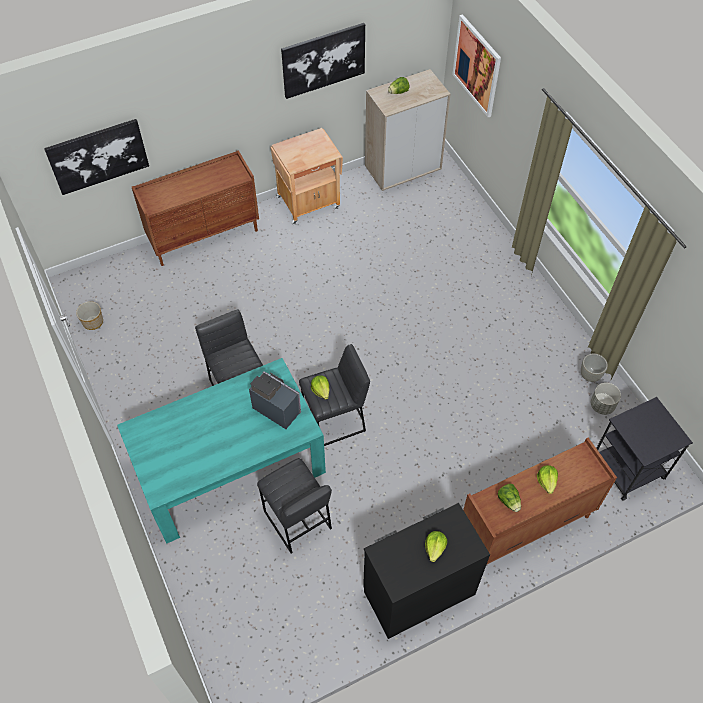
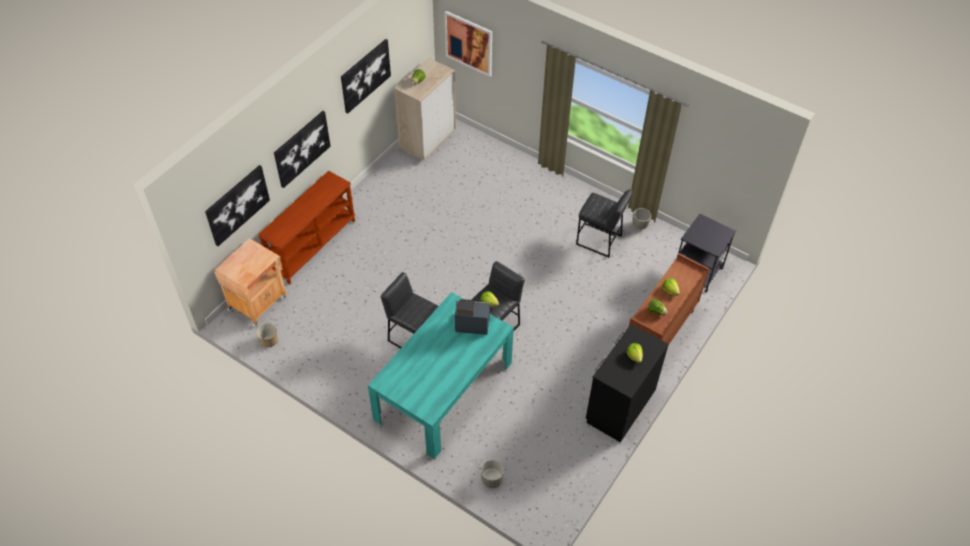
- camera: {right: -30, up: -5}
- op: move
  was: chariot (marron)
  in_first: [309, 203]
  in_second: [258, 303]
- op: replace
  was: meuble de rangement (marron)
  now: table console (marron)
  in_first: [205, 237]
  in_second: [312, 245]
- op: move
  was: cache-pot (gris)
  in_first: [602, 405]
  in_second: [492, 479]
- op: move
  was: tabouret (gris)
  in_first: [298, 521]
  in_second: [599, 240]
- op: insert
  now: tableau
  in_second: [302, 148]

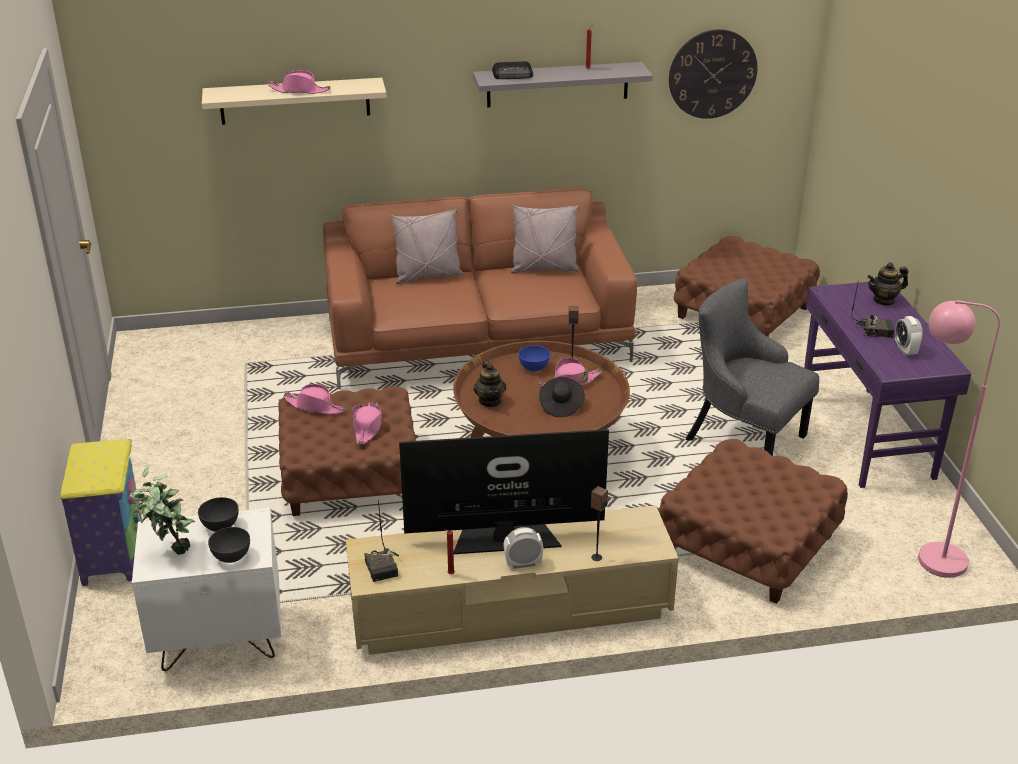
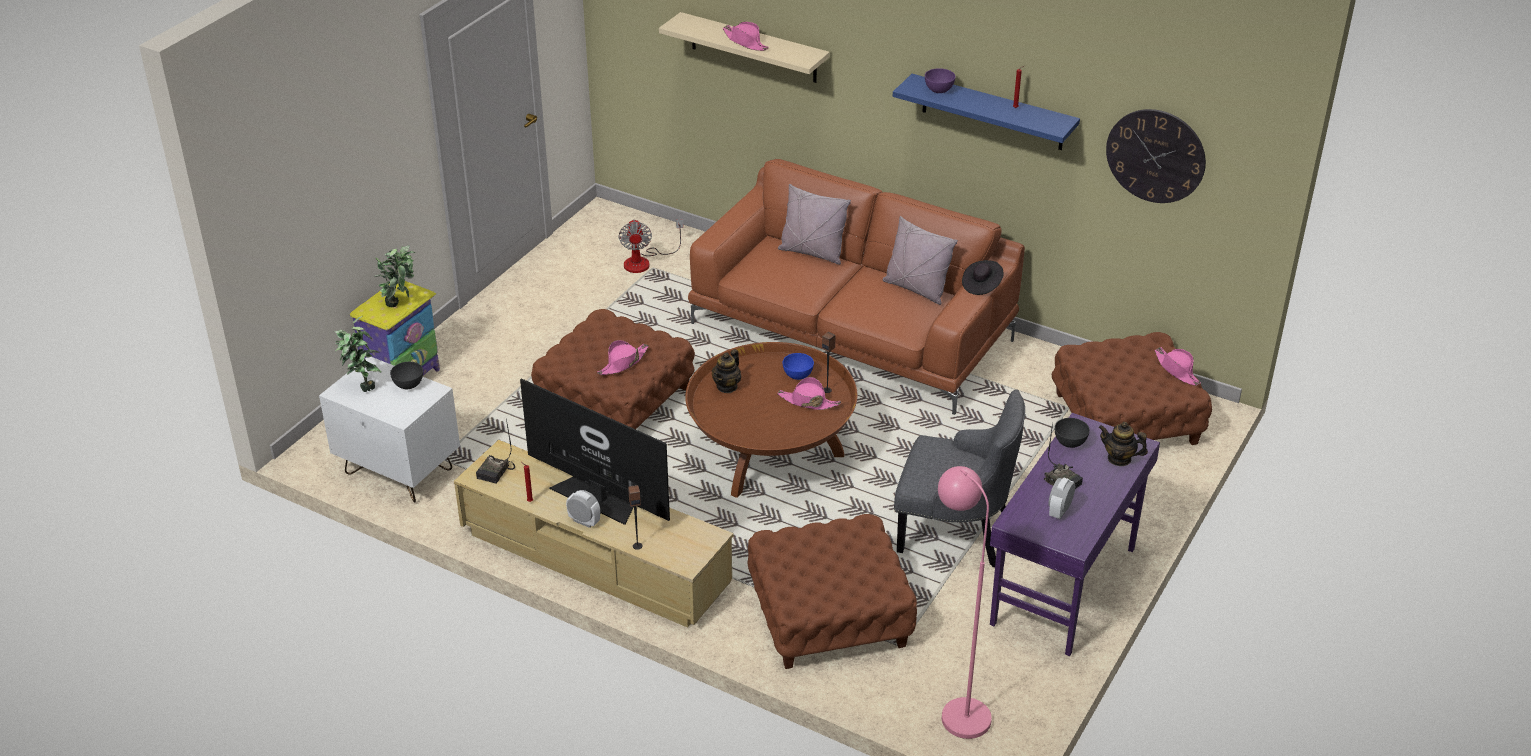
- camera: {right: 40, up: 5}
- op: replace
  was: radio
  now: bol (violet)
  in_first: [513, 75]
  in_second: [939, 90]
- op: recolor
  was: étagère (gris)
  now: étagère (bleu)
  in_first: [557, 84]
  in_second: [992, 112]
- op: rotate
  was: fauteuil (gris)
  in_first: [746, 441]
  in_second: [952, 533]
  clockwise: 120
- op: move
  was: chapeau (noir)
  in_first: [561, 406]
  in_second: [981, 285]
- op: move
  was: chapeau (rose)
  in_first: [315, 406]
  in_second: [1177, 370]
- op: move
  was: bol (gris)
  in_first: [231, 556]
  in_second: [1070, 442]
- op: insert
  now: ventilateur
  in_second: [644, 261]
- op: insert
  now: plante en pot
  in_second: [400, 303]

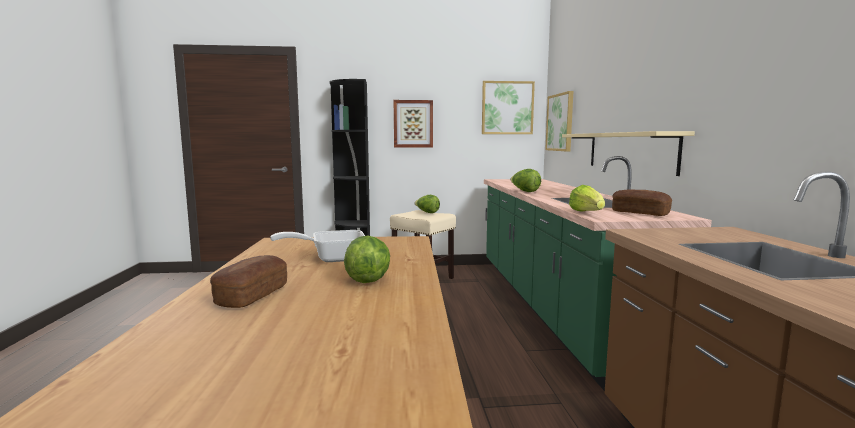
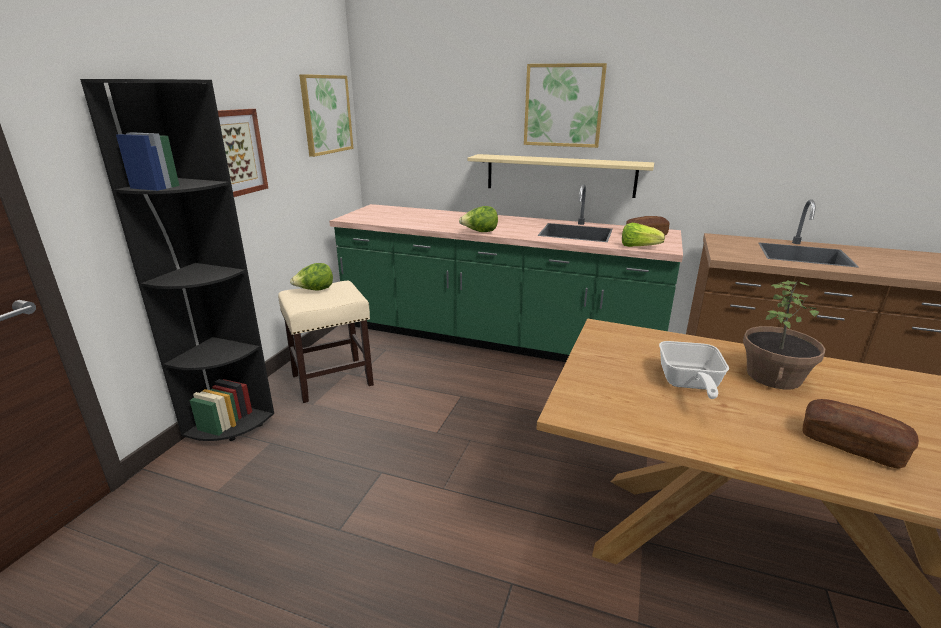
- camera: {right: -65, up: 15}
- op: move
  was: tableau
  in_first: [560, 122]
  in_second: [563, 105]
- op: replace
  was: laitue
  now: plante en pot
  in_first: [368, 278]
  in_second: [774, 376]

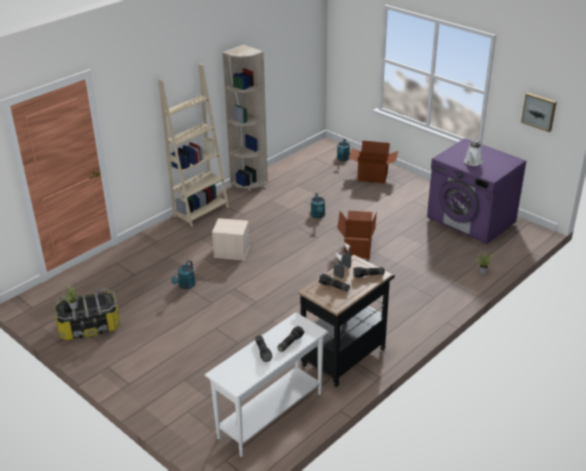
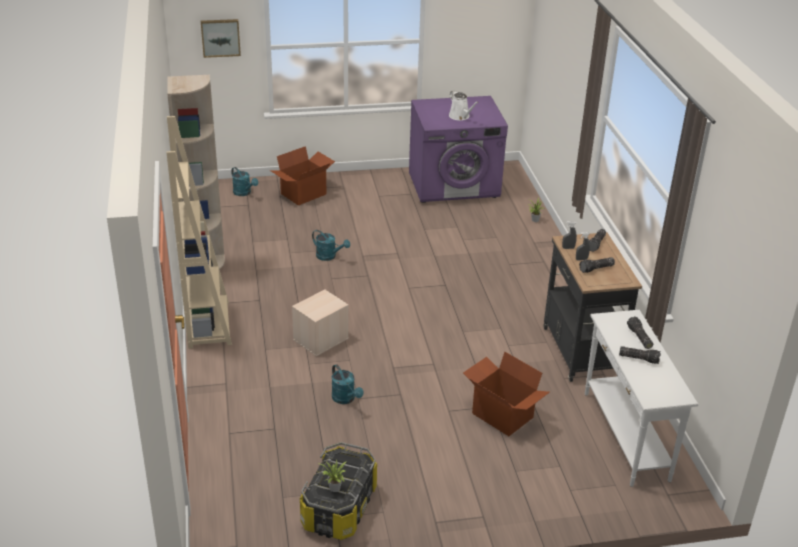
- camera: {right: -55, up: 0}
- op: move
  was: tableau
  in_first: [539, 111]
  in_second: [220, 37]
- op: move
  was: carton
  in_first: [356, 249]
  in_second: [501, 416]

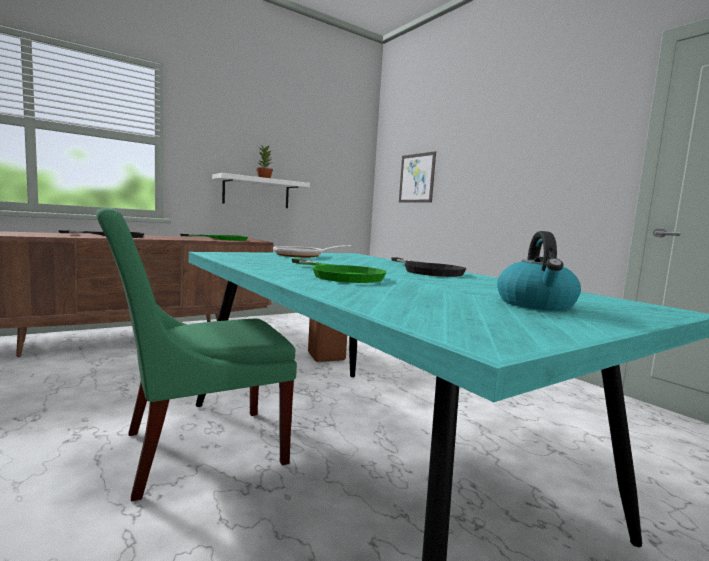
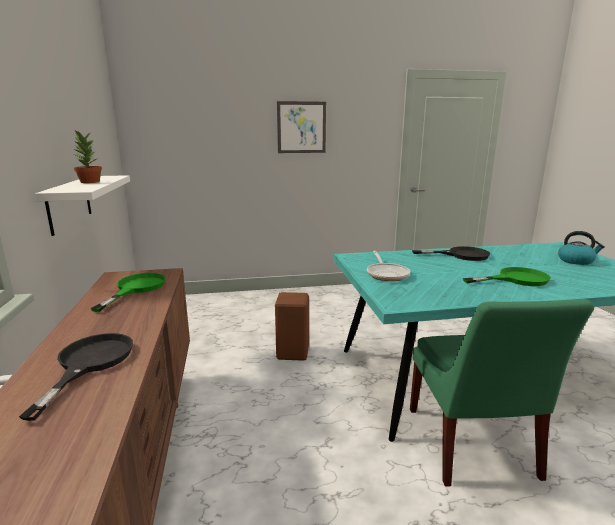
- camera: {right: -65, up: 10}
- op: move
  was: tableau
  in_first: [416, 178]
  in_second: [301, 127]

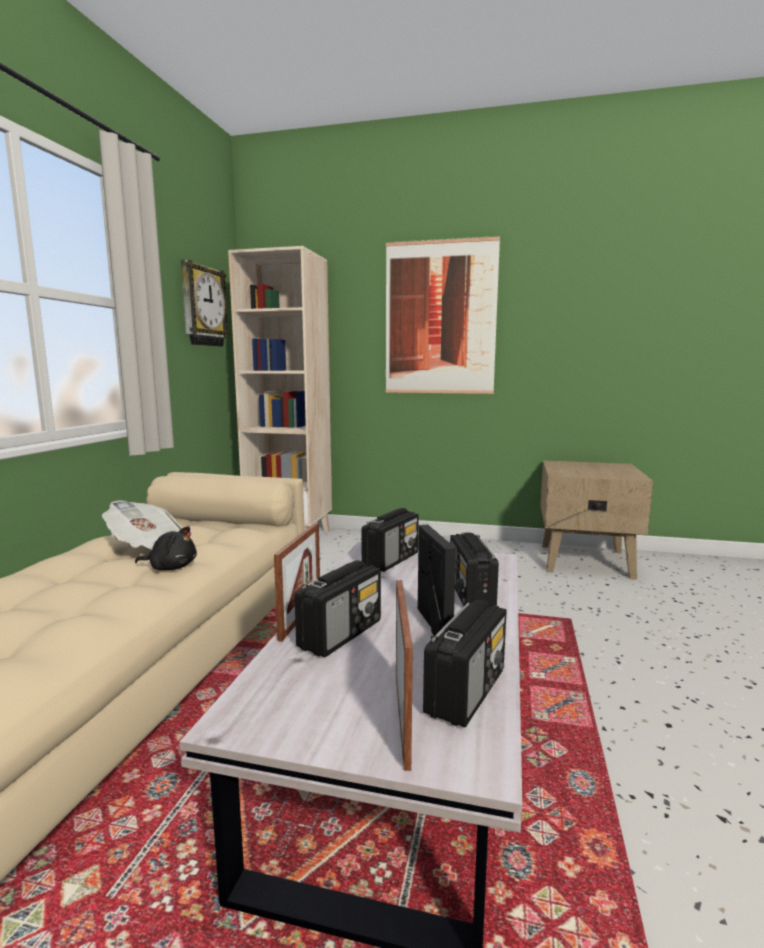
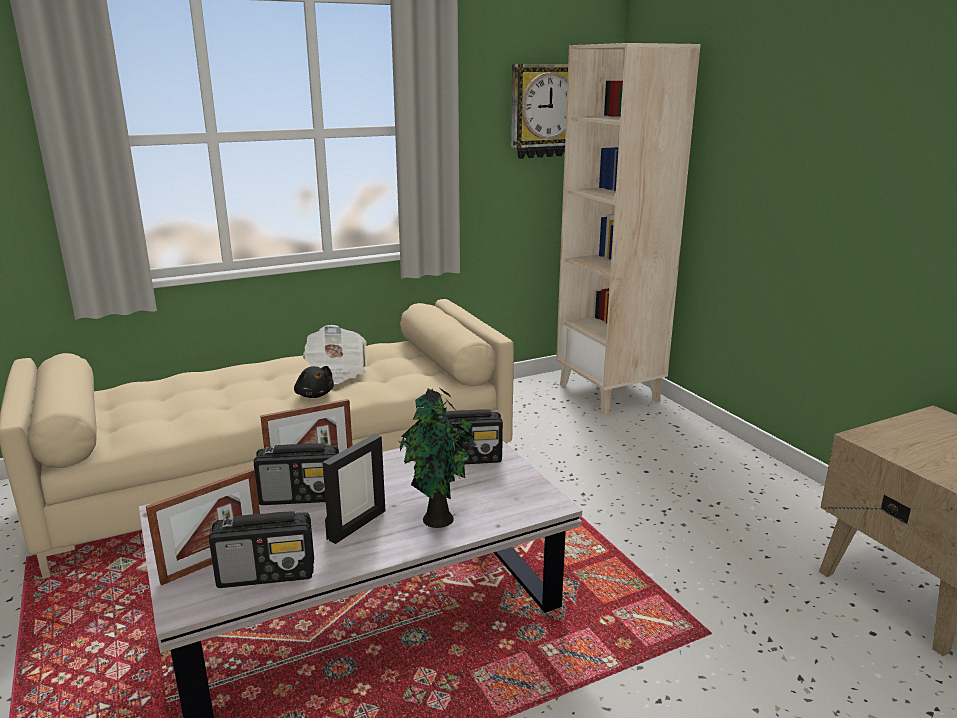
- camera: {right: 50, up: 10}
- op: delete
  was: tableau
  in_first: [440, 318]
- op: replace
  was: radio
  now: plante en pot
  in_first: [471, 594]
  in_second: [439, 520]

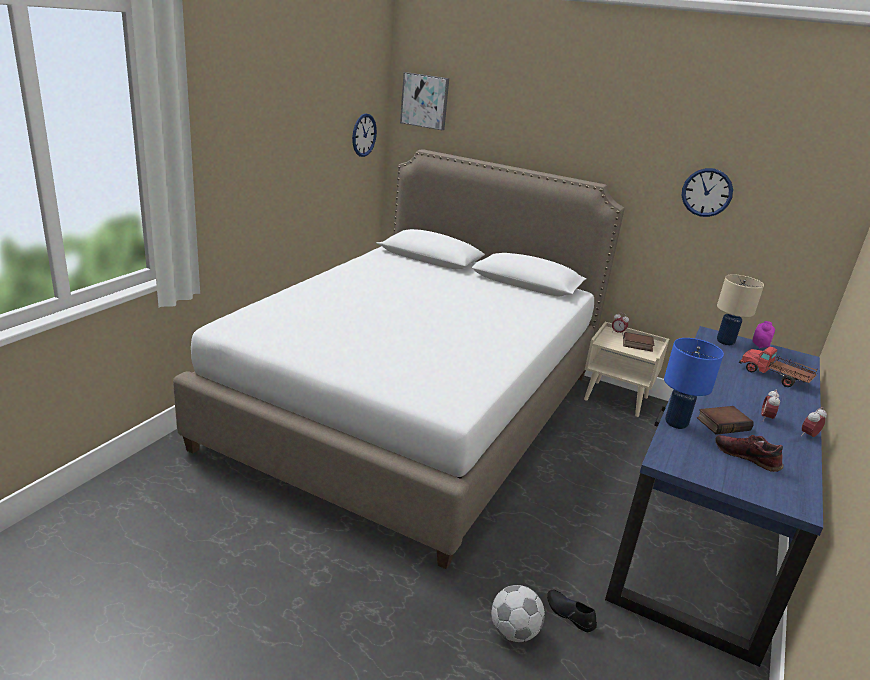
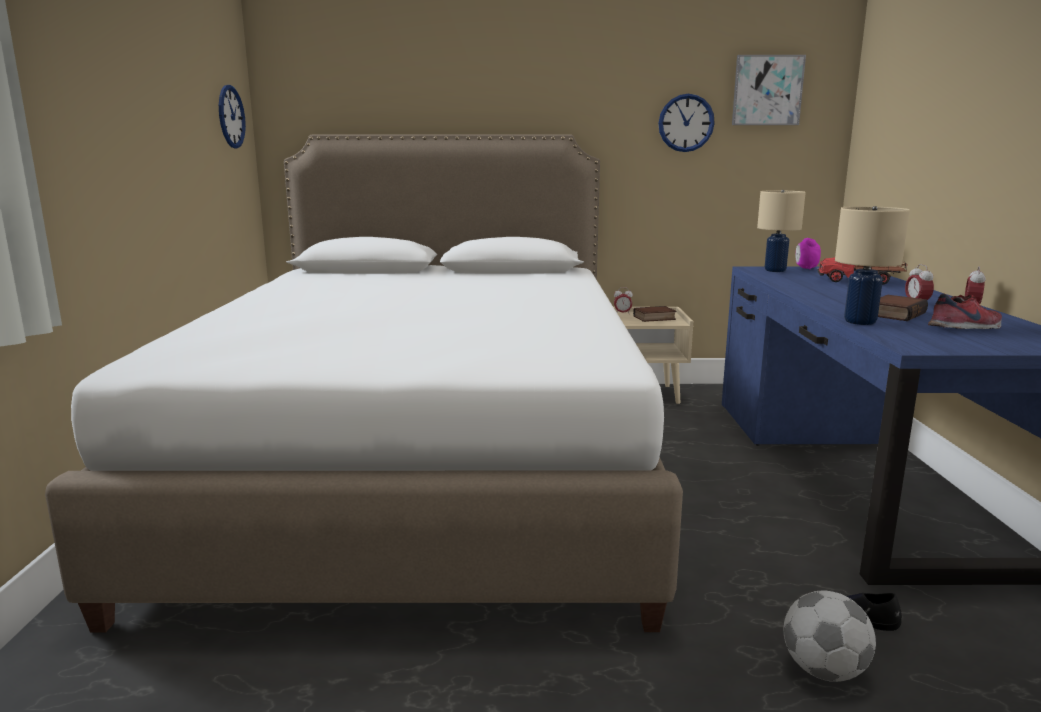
- camera: {right: -25, up: -10}
- op: move
  was: tableau
  in_first: [425, 101]
  in_second: [767, 90]
- op: recolor
  was: lampe de table (bleu)
  now: lampe de table (beige)
  in_first: [674, 423]
  in_second: [858, 322]
- op: rotate
  was: chaussure
  in_first: [747, 457]
  in_second: [966, 328]
  clockwise: 150

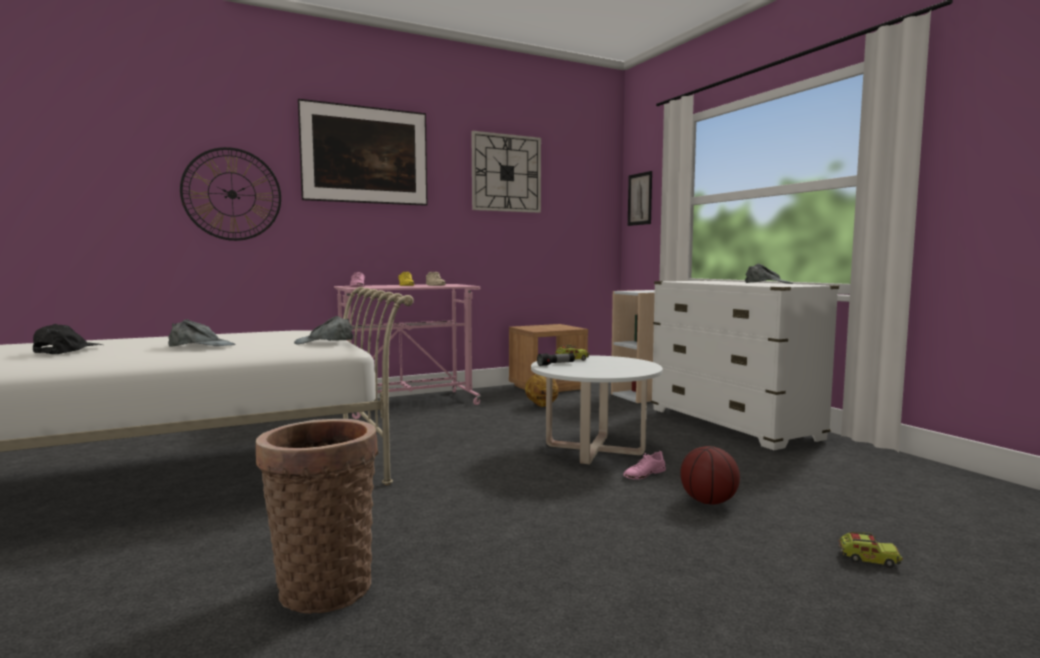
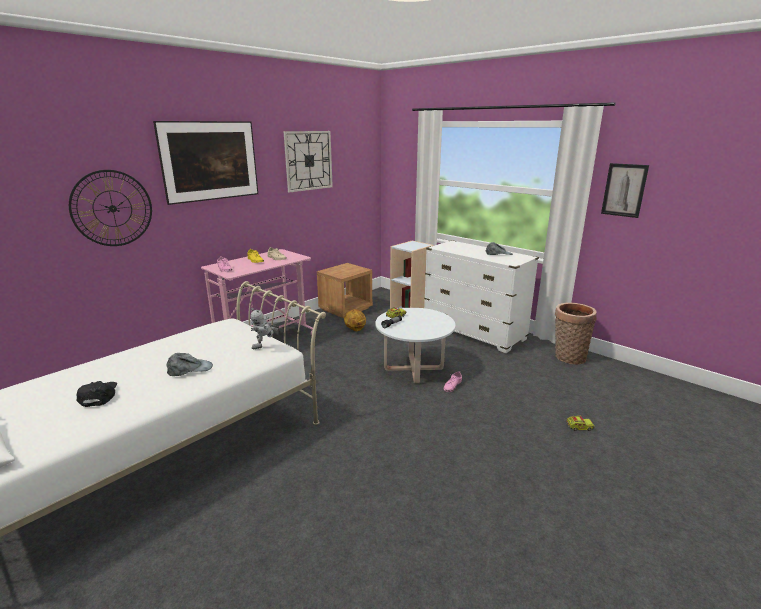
- camera: {right: -20, up: 15}
- op: move
  was: tableau
  in_first: [640, 199]
  in_second: [624, 190]
- op: replace
  was: casquette (gris)
  now: robot jouet
  in_first: [324, 341]
  in_second: [265, 346]
- op: move
  was: panier
  in_first: [323, 585]
  in_second: [568, 357]
- op: delete
  was: ballon de basket
  in_first: [708, 501]

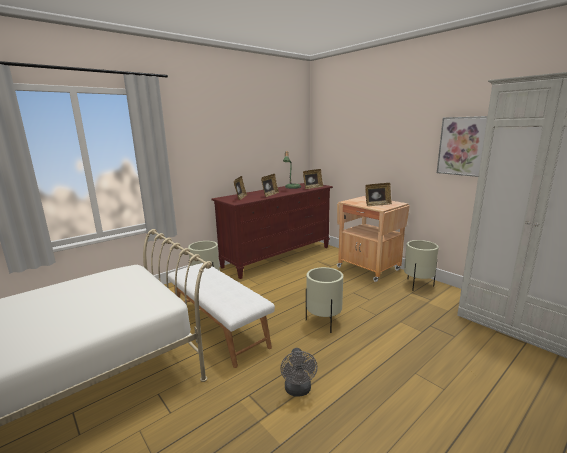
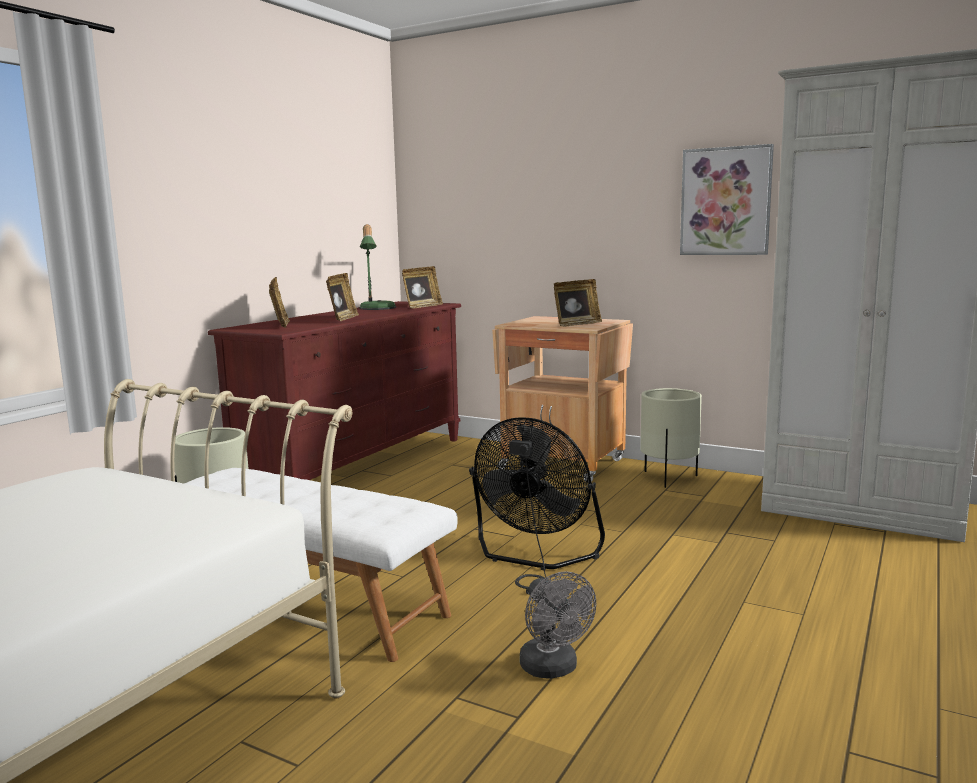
- camera: {right: -20, up: -5}
- op: replace
  was: cache-pot (beige)
  now: ventilateur (noir)
  in_first: [323, 322]
  in_second: [530, 558]

